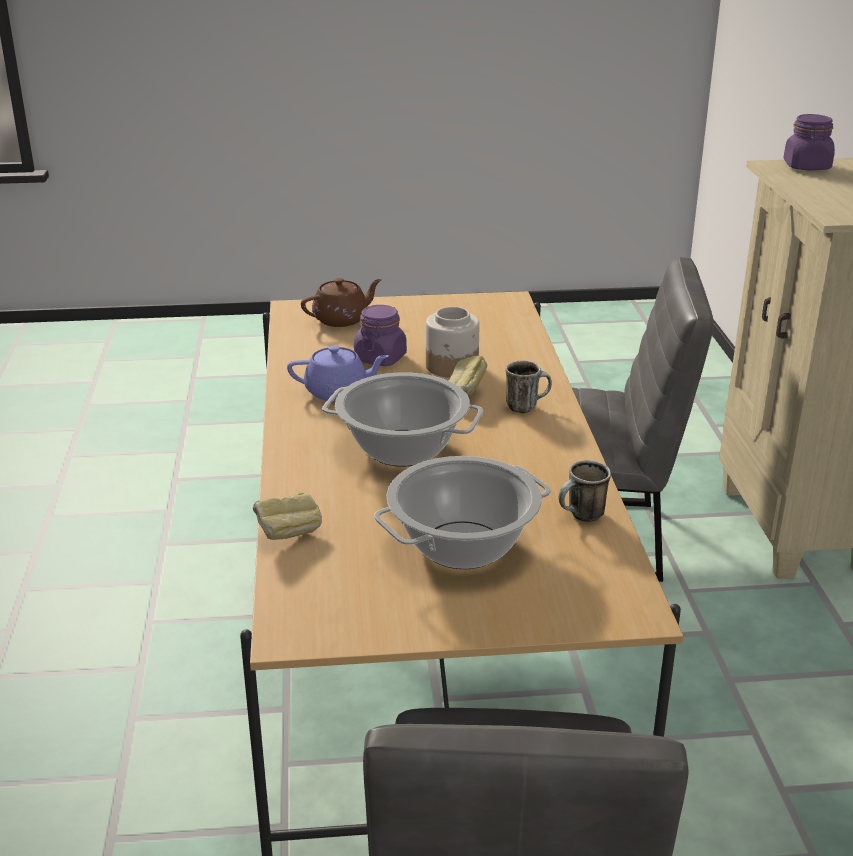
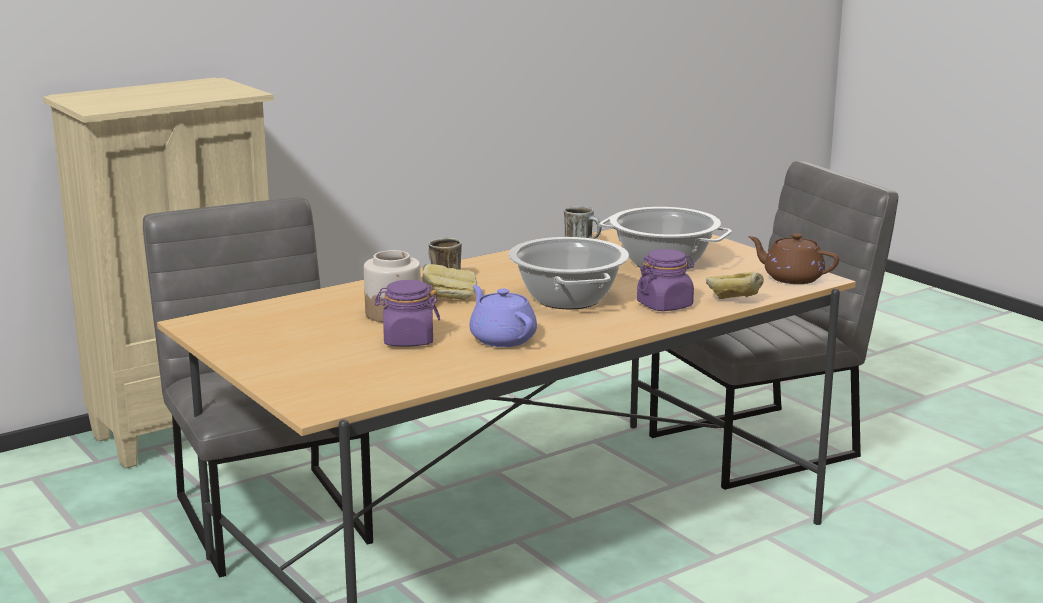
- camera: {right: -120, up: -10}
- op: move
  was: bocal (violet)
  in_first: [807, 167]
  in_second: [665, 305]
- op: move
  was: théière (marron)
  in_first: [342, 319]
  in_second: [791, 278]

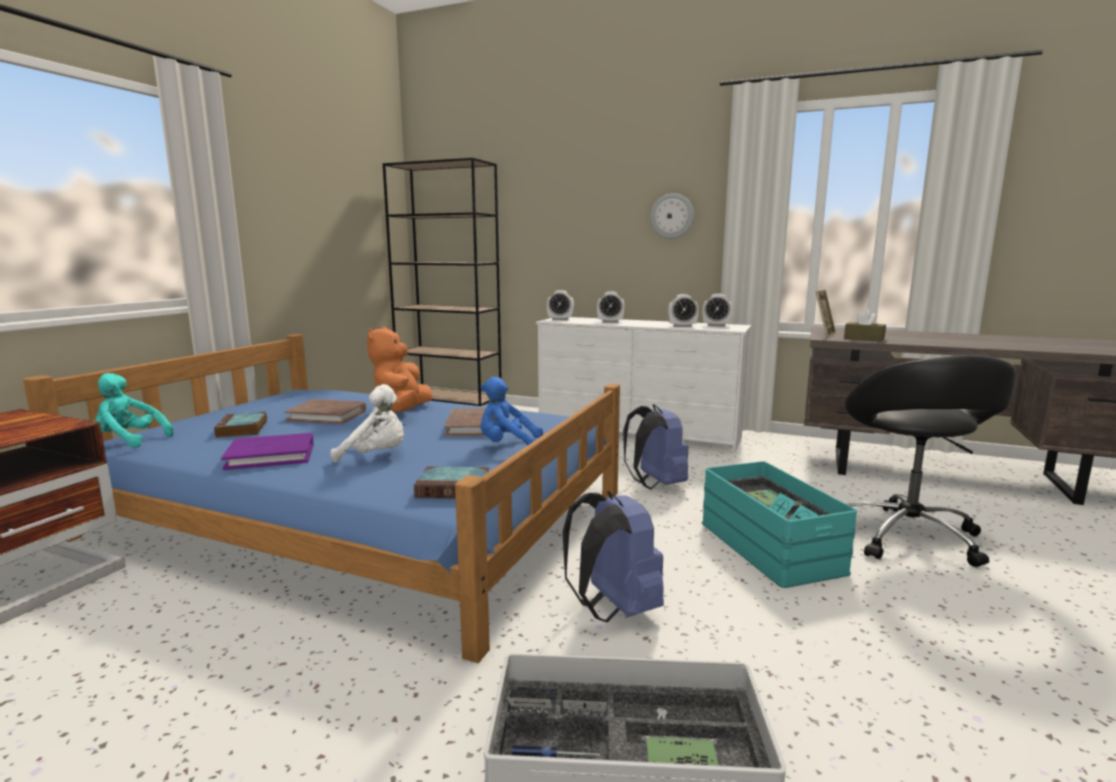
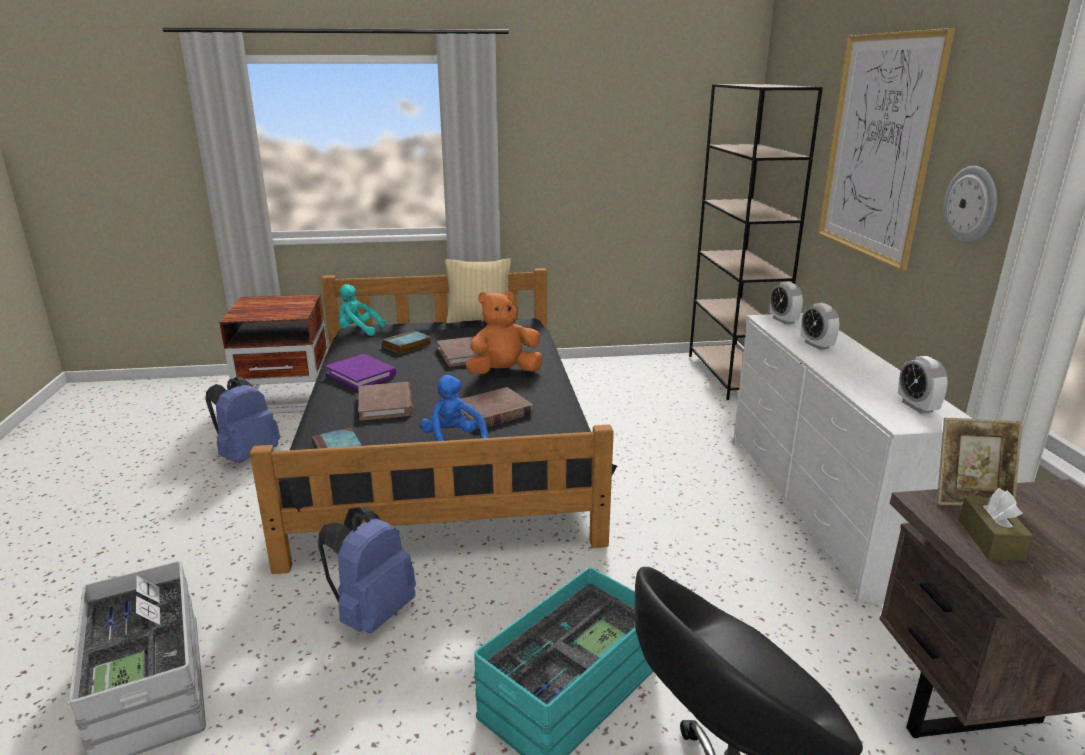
- camera: {right: 60, up: 10}
- op: delete
  was: réveil
  in_first: [682, 326]
- op: recolor
  was: lit (bleu)
  now: lit (noir)
  in_first: [364, 515]
  in_second: [444, 446]
- op: rotate
  was: peluche (turquoise)
  in_first: [128, 441]
  in_second: [358, 331]
  clockwise: -60
- op: replace
  was: peluche (blanc)
  now: livre (marron)
  in_first: [376, 456]
  in_second: [386, 404]
- op: move
  was: sac à dos (bleu)
  in_first: [655, 484]
  in_second: [247, 455]
- op: insert
  now: tableau
  in_second: [878, 147]
- op: insert
  now: coussin (beige)
  in_second: [480, 320]

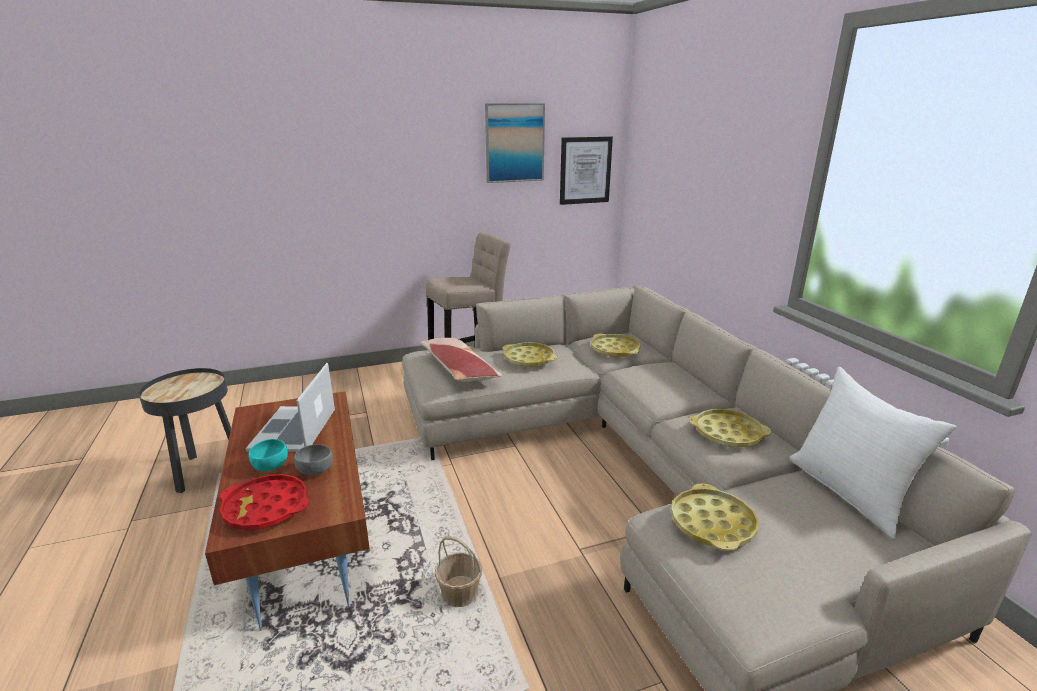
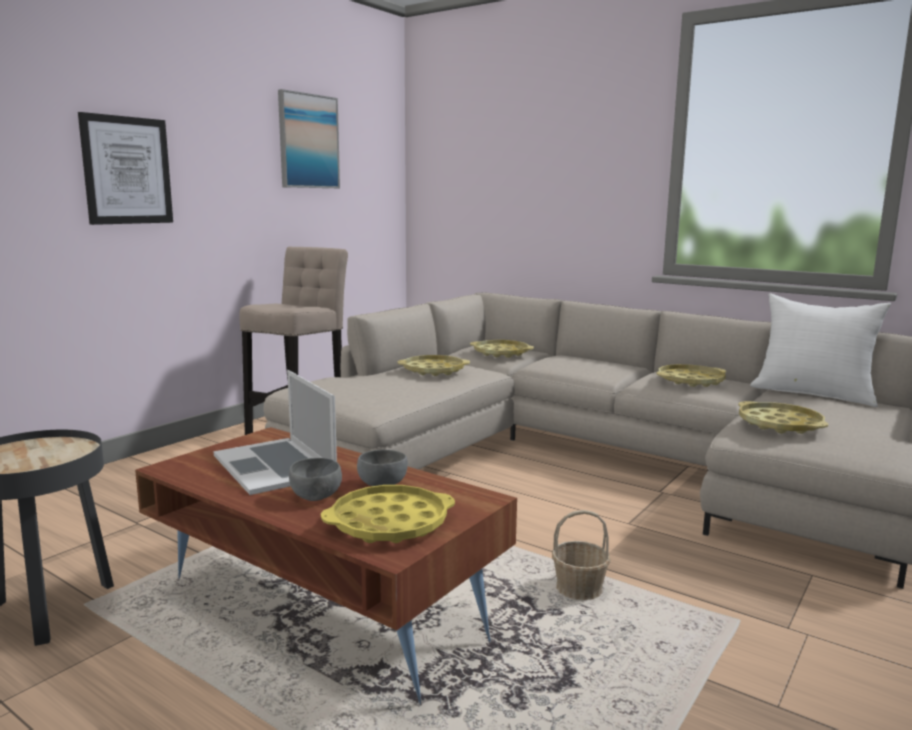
- camera: {right: -35, up: -10}
- op: move
  was: tableau
  in_first: [585, 170]
  in_second: [127, 170]
- op: delete
  was: coussin
  in_first: [459, 369]
- op: recolor
  was: bol (turquoise)
  now: bol (gris)
  in_first: [271, 466]
  in_second: [316, 496]
- op: recolor
  was: plateau (rouge)
  now: plateau (jaune)
  in_first: [266, 508]
  in_second: [389, 523]

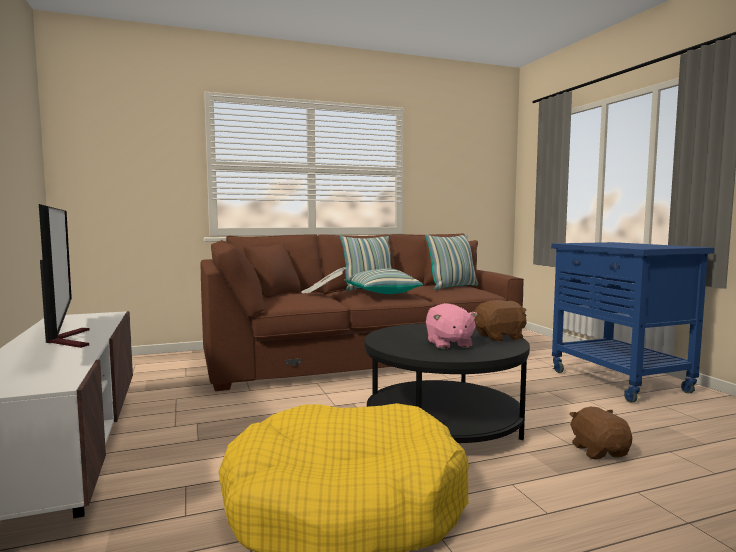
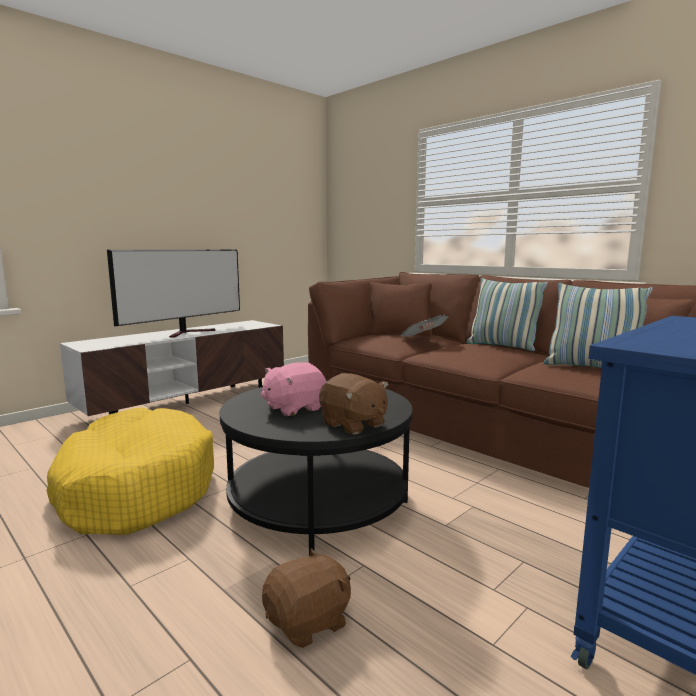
- camera: {right: 65, up: 5}
- op: delete
  was: coussin
  in_first: [382, 293]

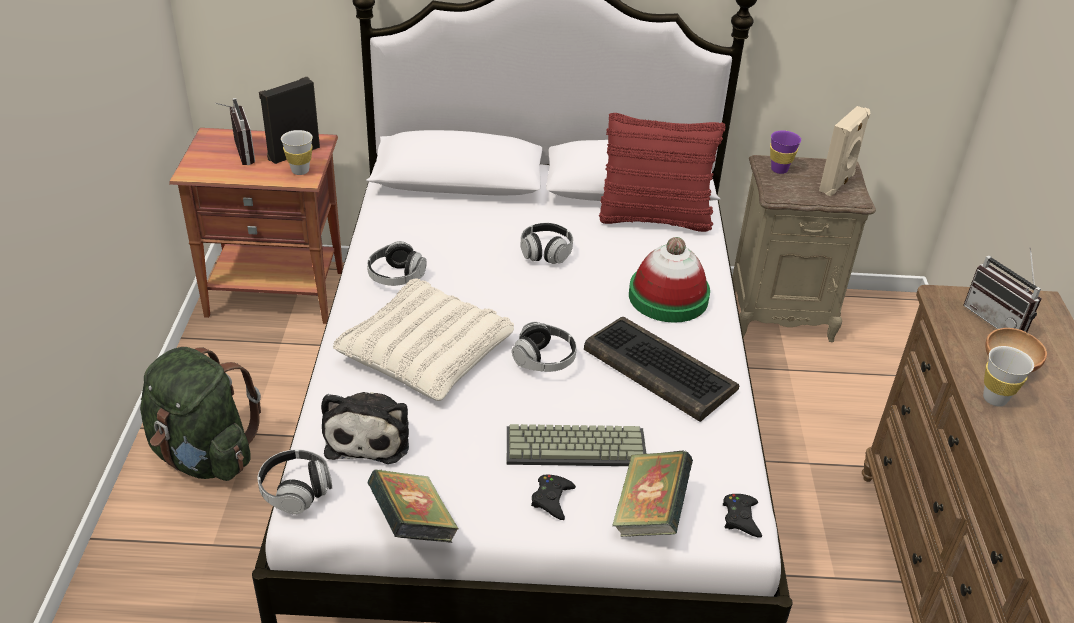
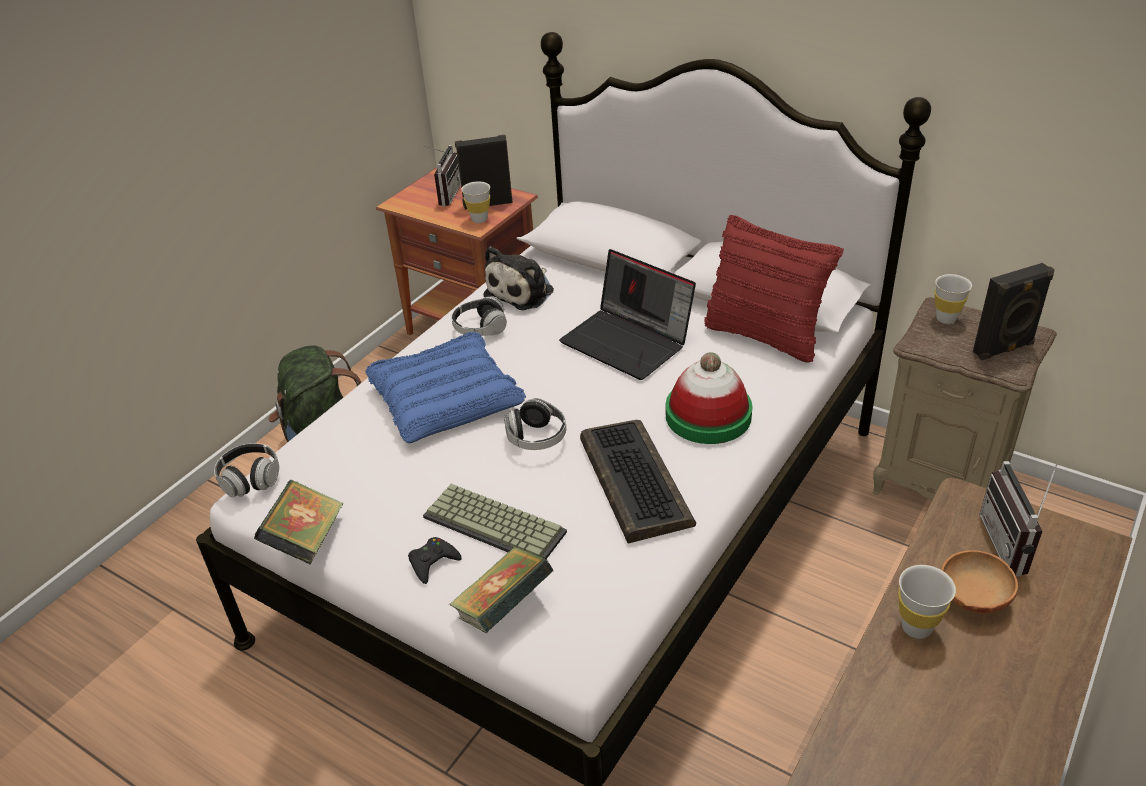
- camera: {right: 35, up: 0}
- op: recolor
  was: enceinte (beige)
  now: enceinte (noir)
  in_first: [837, 183]
  in_second: [1004, 349]
- op: recolor
  was: tasse (violet)
  now: tasse (blanc)
  in_first: [779, 169]
  in_second: [946, 319]
- op: replace
  was: casque audio
  now: ordinateur portable
  in_first: [546, 252]
  in_second: [628, 342]
- op: recolor
  was: coussin (beige)
  now: coussin (bleu)
  in_first: [426, 351]
  in_second: [446, 399]
- op: move
  was: peluche
  in_first: [369, 435]
  in_second: [522, 292]
- op: delete
  was: manette (noir)
  in_first: [741, 518]

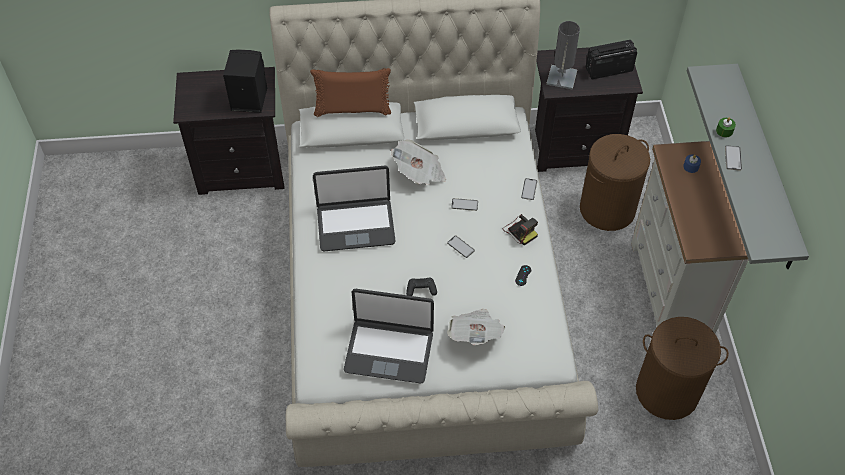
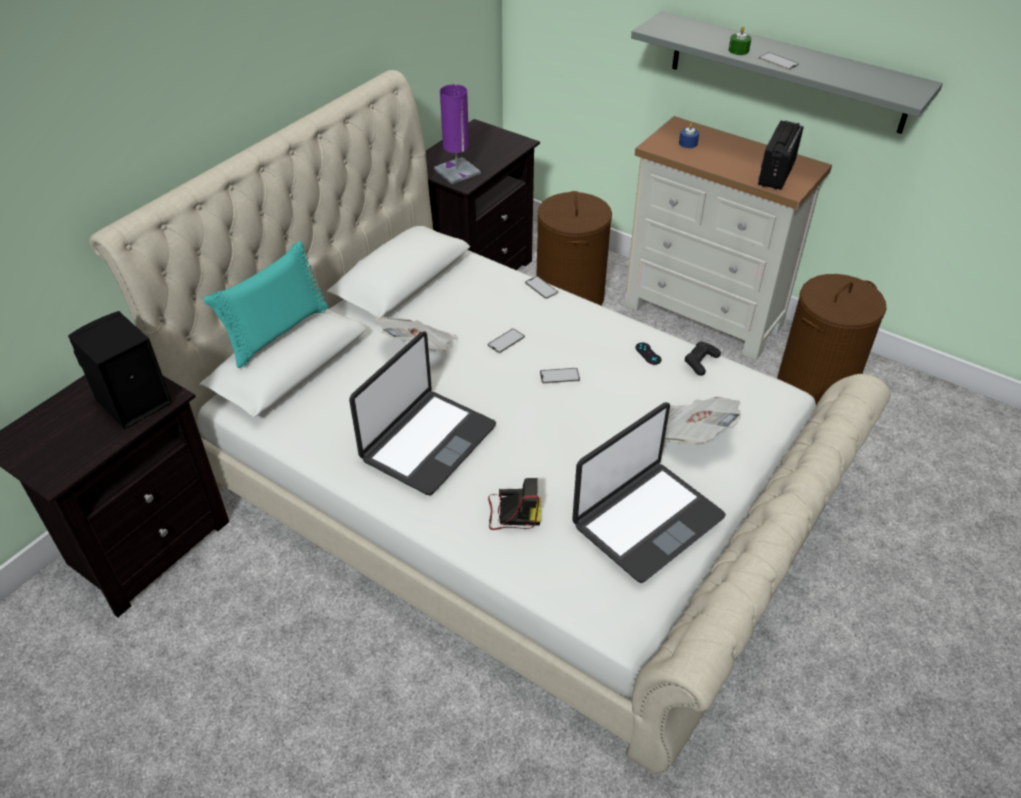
- camera: {right: -50, up: -10}
- op: recolor
  was: lampe de table (gris)
  now: lampe de table (violet)
  in_first: [561, 77]
  in_second: [457, 171]
- op: move
  was: radio
  in_first: [608, 70]
  in_second: [776, 173]
- op: recolor
  was: coussin (marron)
  now: coussin (turquoise)
  in_first: [352, 109]
  in_second: [277, 332]
- op: move
  was: appareil photo
  in_first: [520, 231]
  in_second: [512, 513]
- op: move
  was: manette (noir)
  in_first: [421, 289]
  in_second: [700, 362]

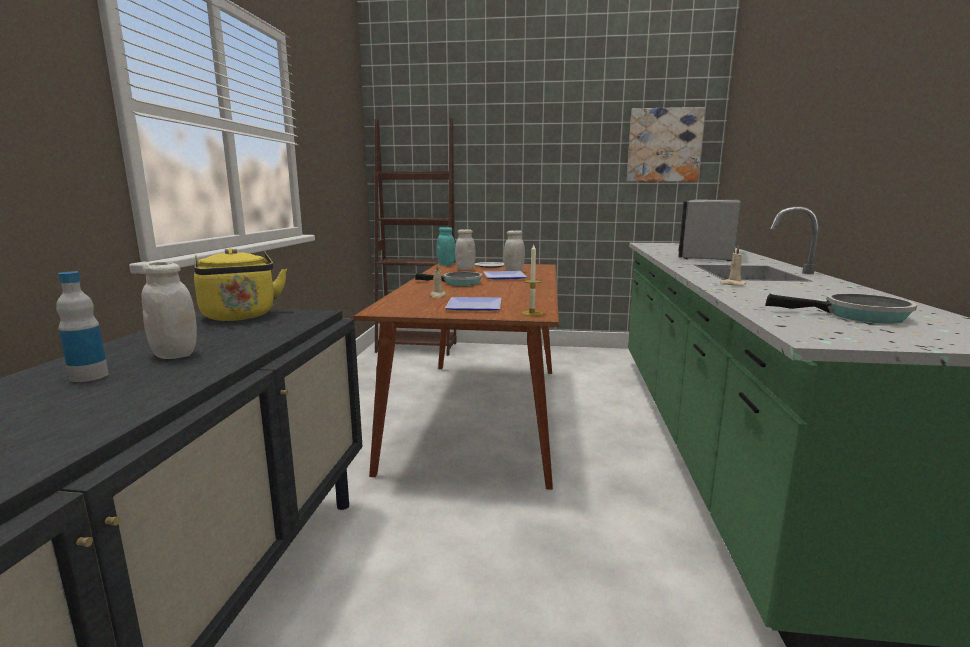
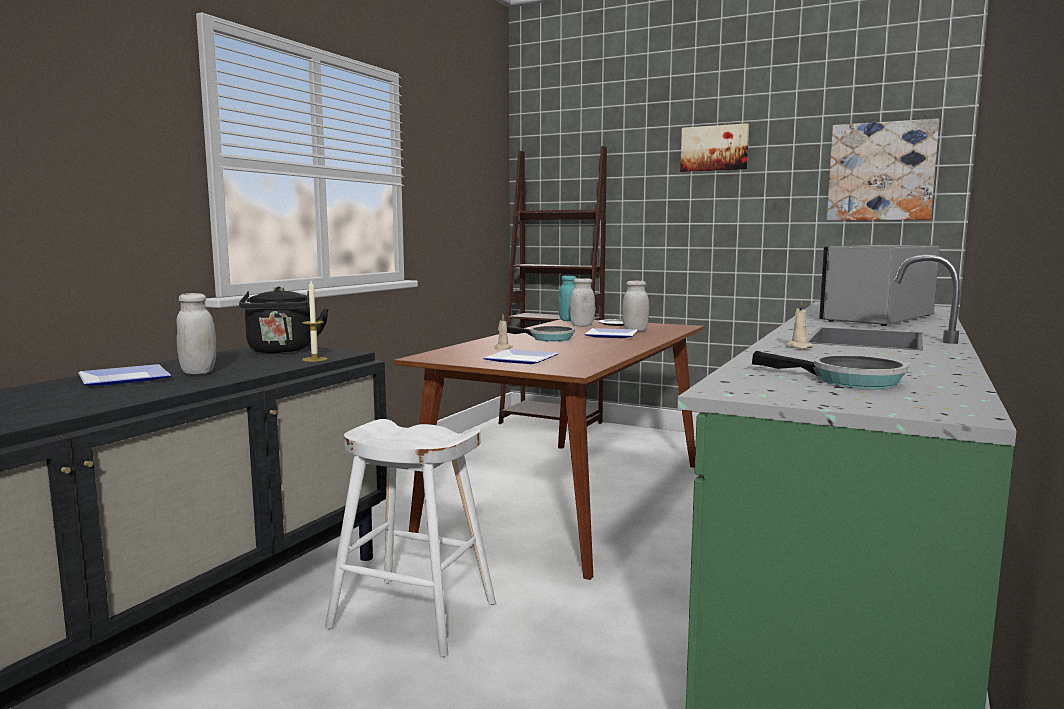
- camera: {right: 20, up: -5}
- op: move
  was: bougie
  in_first: [532, 313]
  in_second: [314, 359]
- op: recolor
  was: bouilloire (jaune)
  now: bouilloire (noir)
  in_first: [240, 317]
  in_second: [282, 351]
- op: replace
  was: bouteille
  now: assiette
  in_first: [89, 376]
  in_second: [128, 379]
- op: insert
  now: tableau
  in_second: [714, 148]
- op: insert
  now: tabouret (blanc)
  in_second: [413, 615]

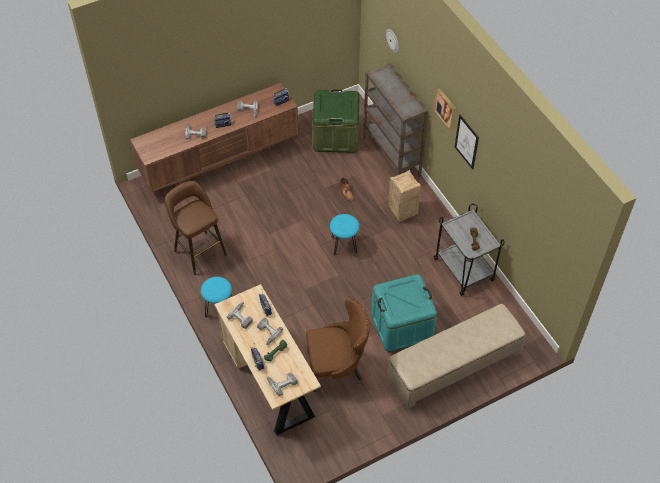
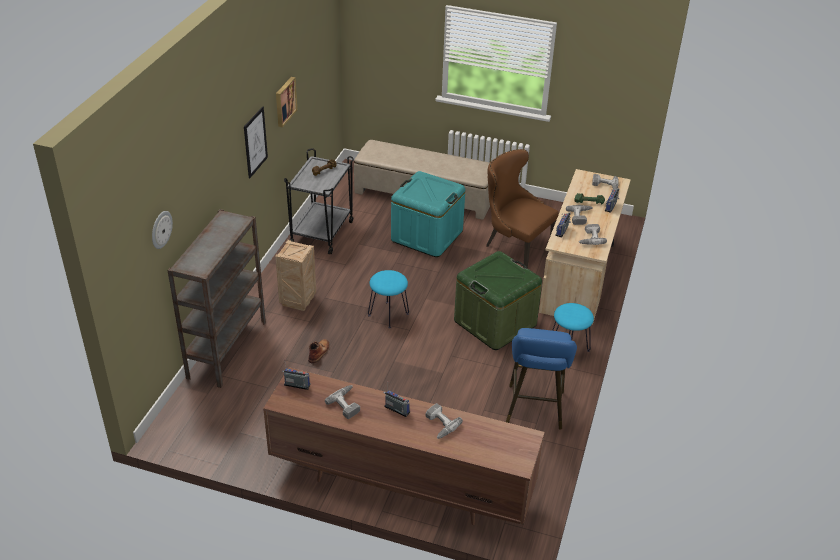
- camera: {right: -135, up: -15}
- op: move
  was: tableau
  in_first: [446, 108]
  in_second: [284, 101]
- op: move
  was: boîte de rangement (vert)
  in_first: [336, 136]
  in_second: [495, 323]
- op: recolor
  was: tabouret (marron)
  now: tabouret (bleu)
  in_first: [198, 251]
  in_second: [535, 410]

